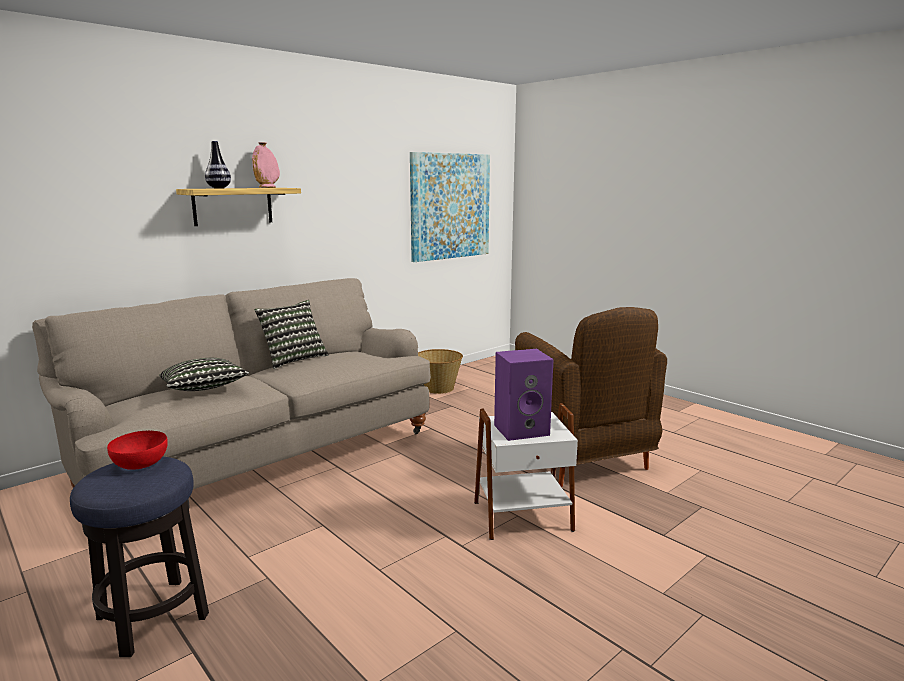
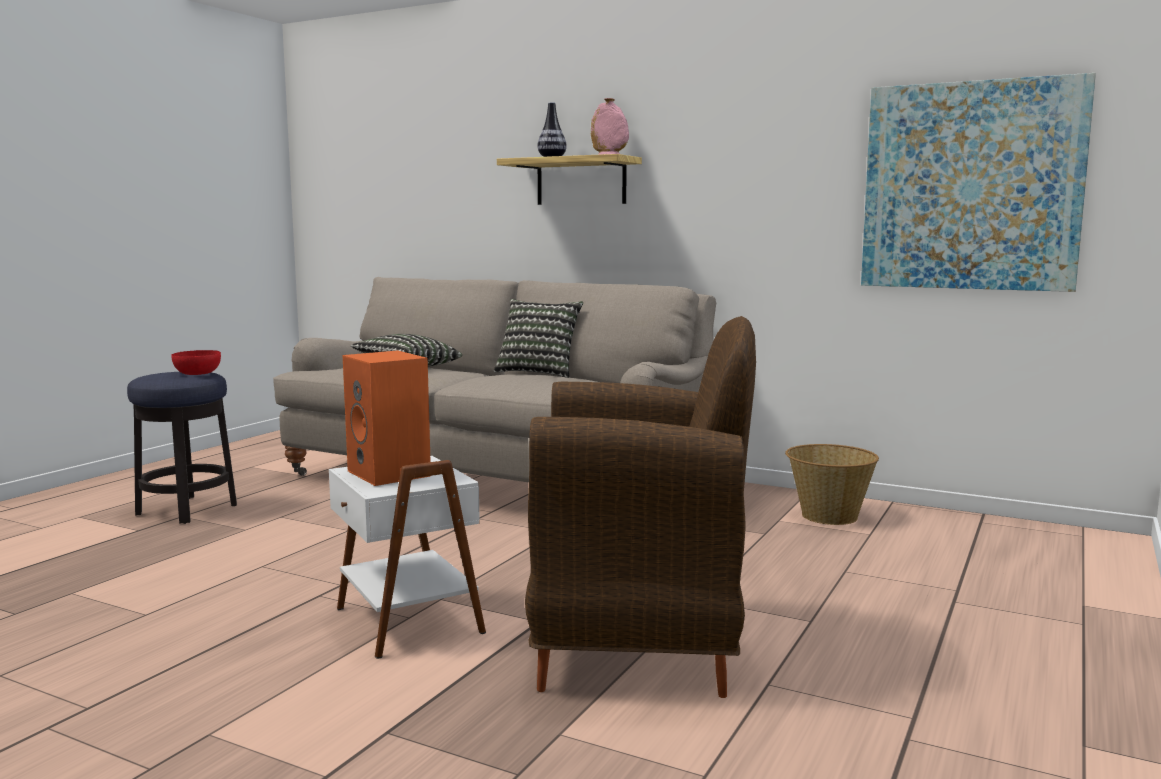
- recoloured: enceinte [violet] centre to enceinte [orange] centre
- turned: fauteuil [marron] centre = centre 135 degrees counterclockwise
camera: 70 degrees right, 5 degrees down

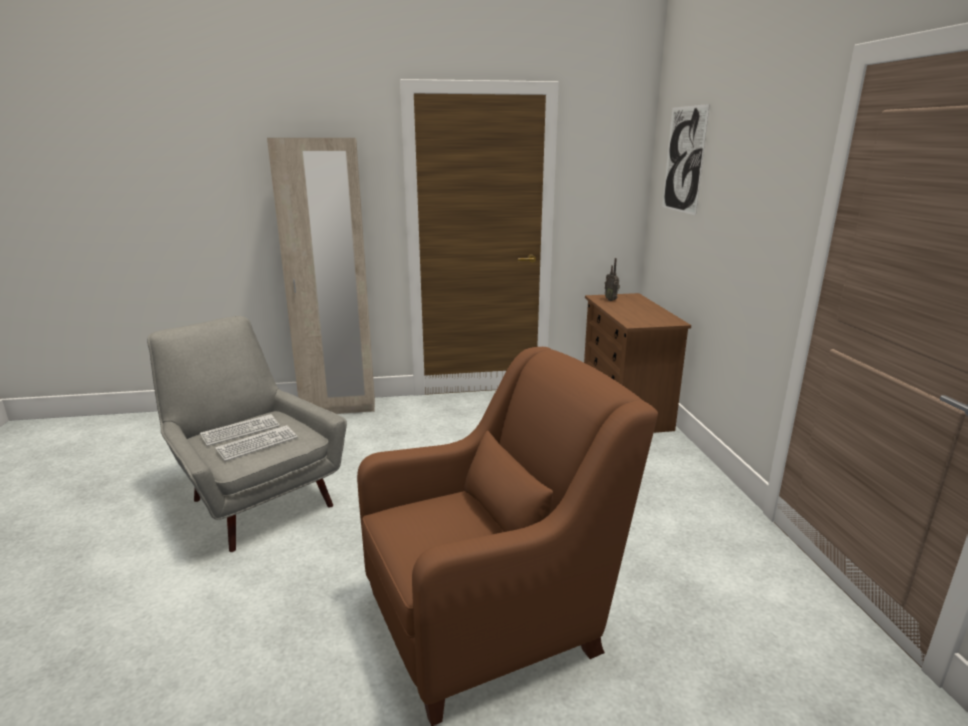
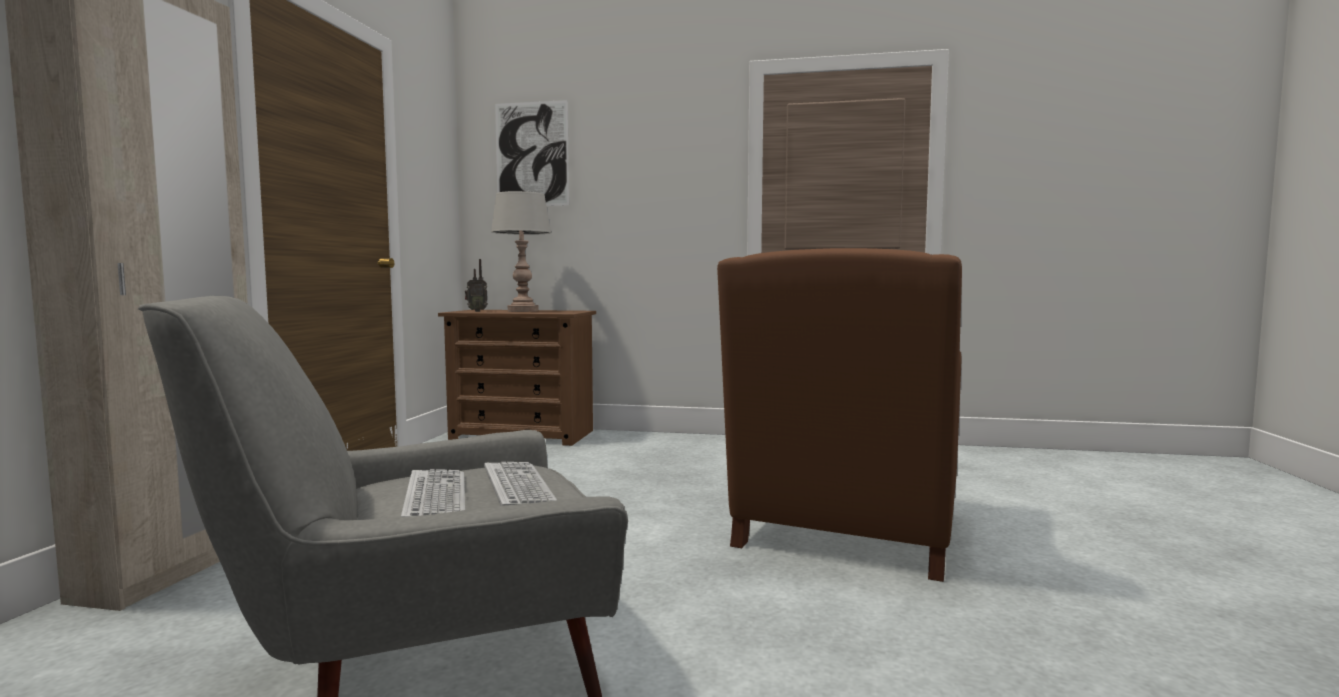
- added: lampe de table [gris] centre
- turned: fauteuil [marron] bottom centre = centre 150 degrees counterclockwise
camera: 70 degrees left, 15 degrees down

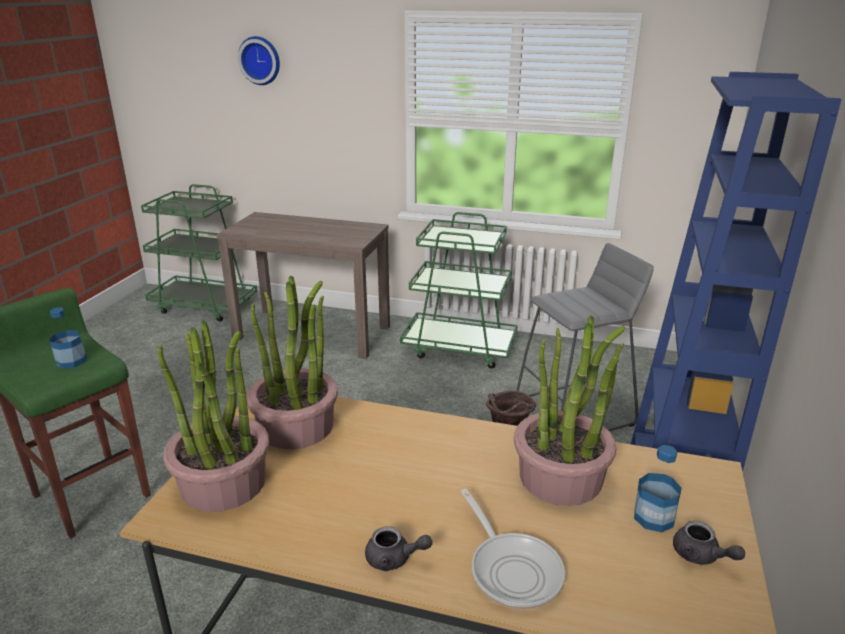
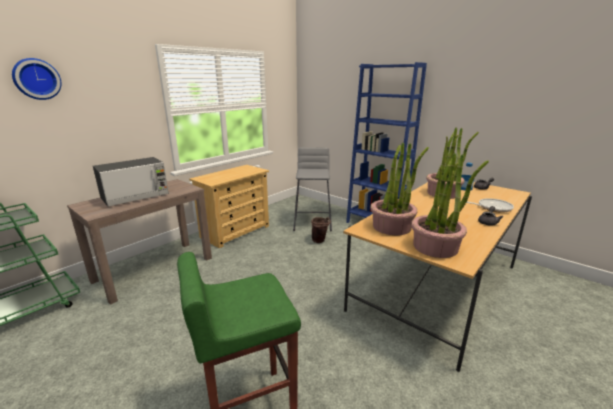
- added: micro-ondes middle left
- replaced: chariot [vert] (2nd from left) centre to commode [beige] centre
- removed: bouteille (1st from left) middle left
camera: 65 degrees left, 5 degrees down

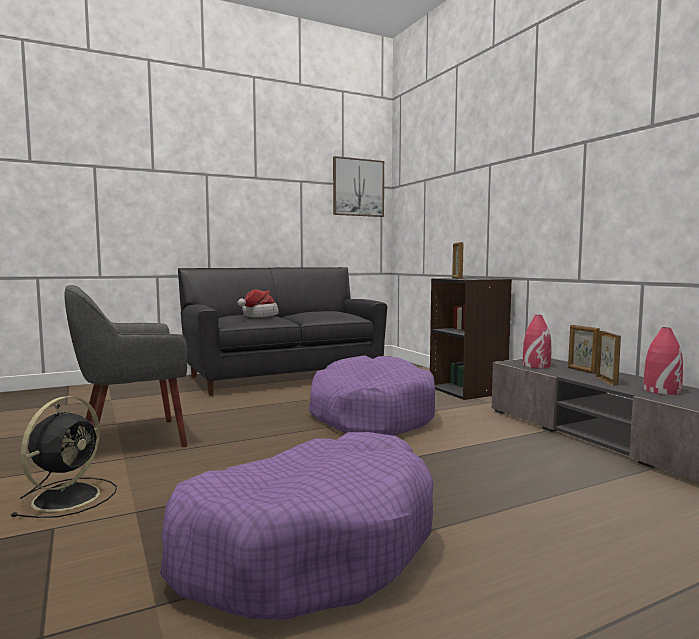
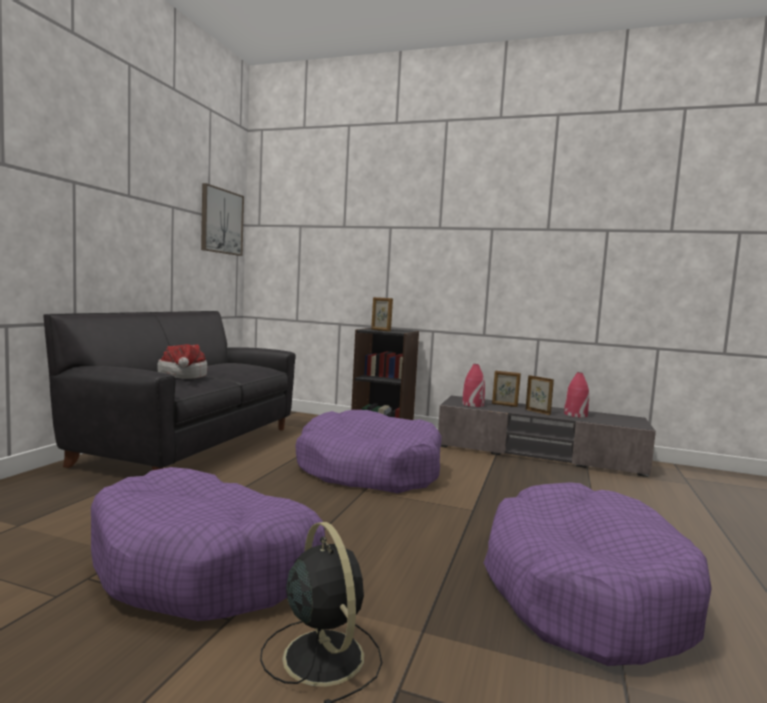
- replaced: fauteuil [gris] middle left to panier pour chien [violet] (1st from left) bottom left
camera: 45 degrees left, 0 degrees up

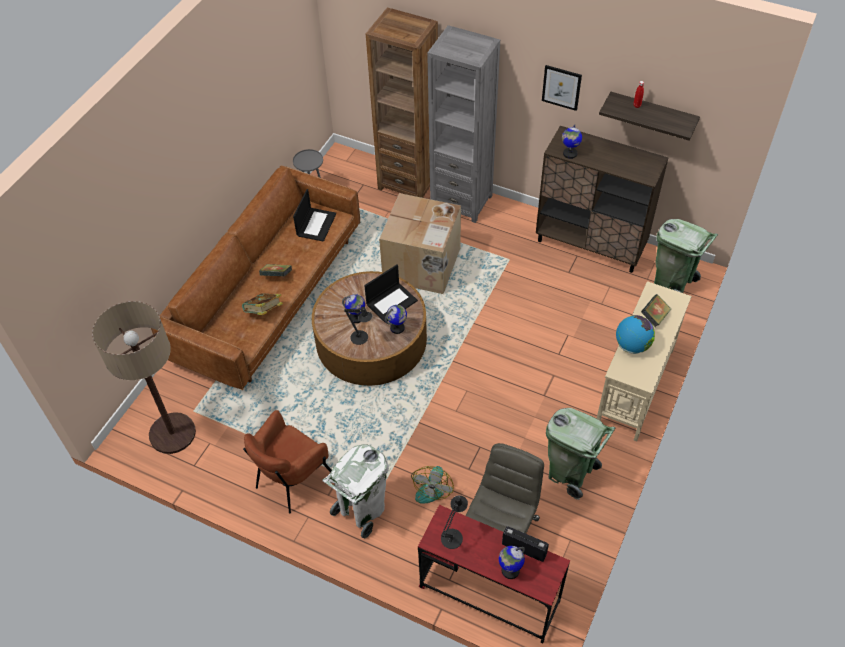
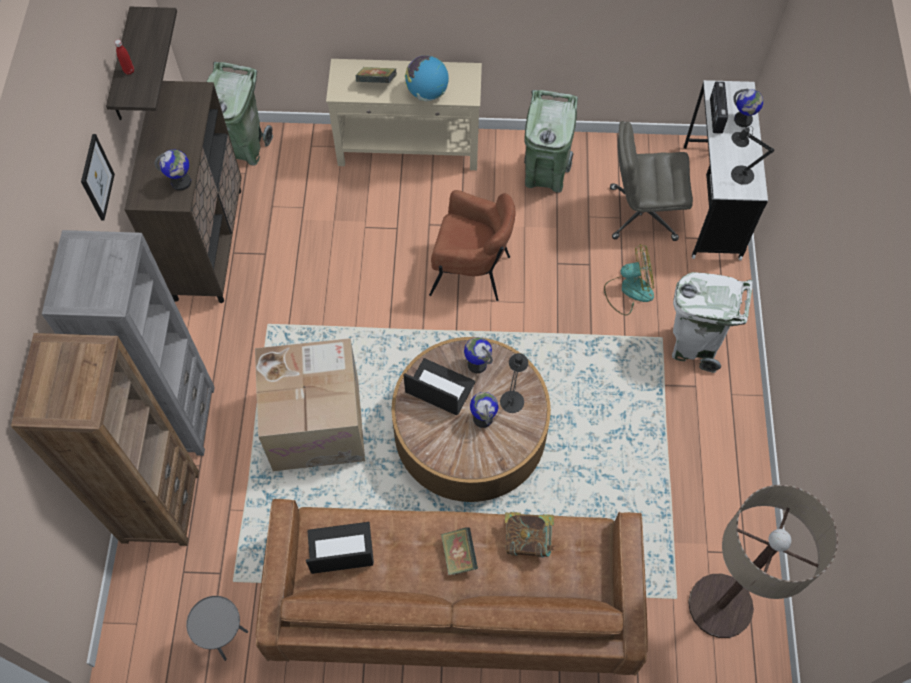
- moved: fauteuil [marron] bottom centre to centre
- recoloured: bureau [rouge] bottom centre to bureau [blanc] top right
camera: 115 degrees left, 10 degrees up

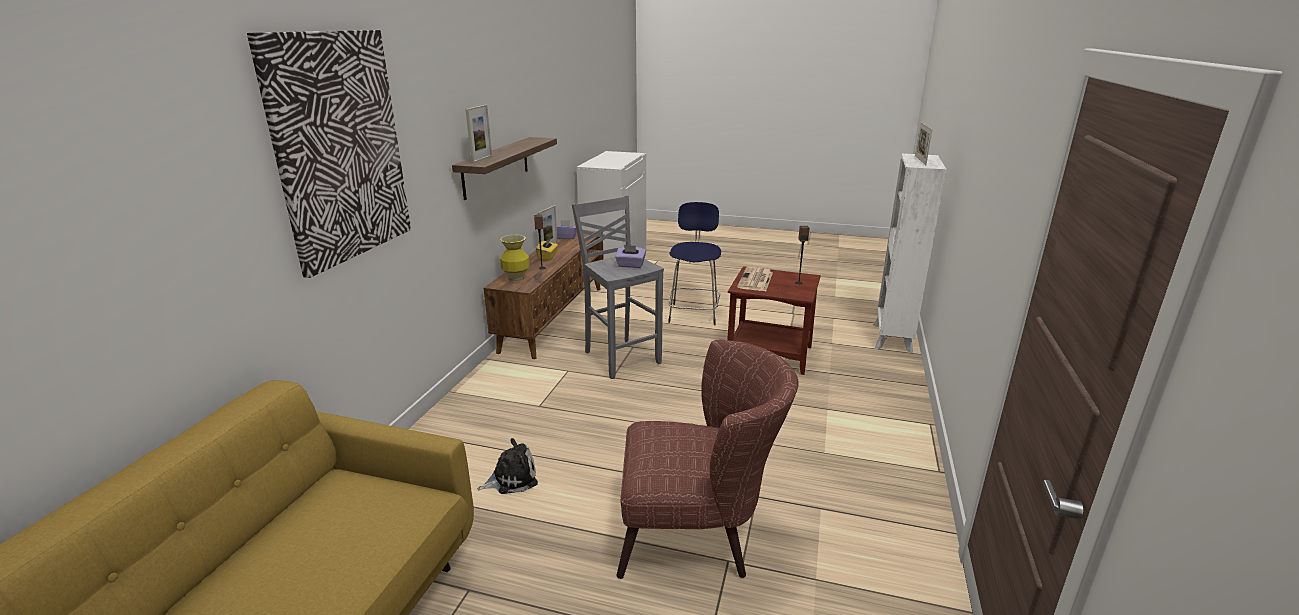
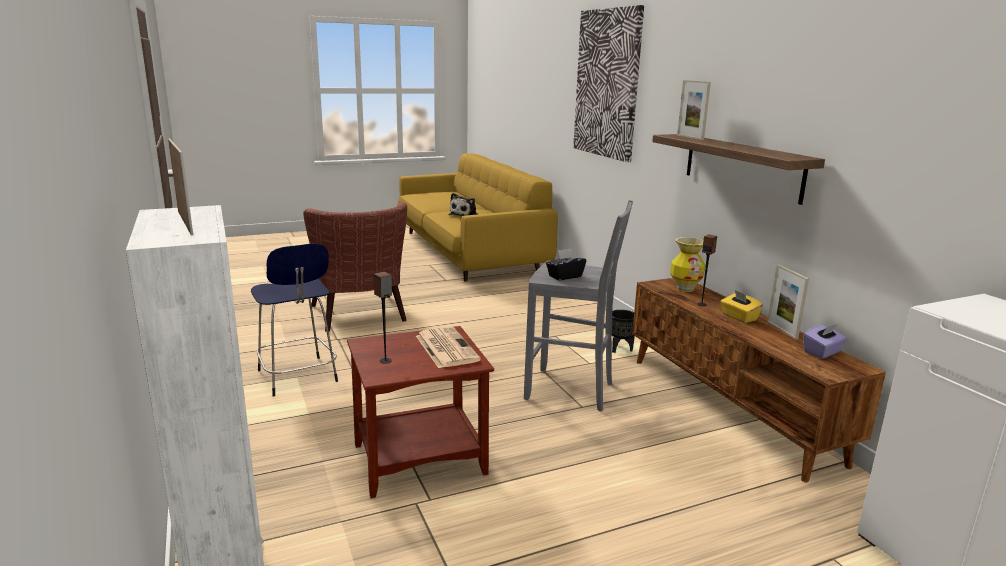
- moved: tabouret [bleu] centre to middle left
- turned: fauteuil [marron] bottom centre = centre 75 degrees counterclockwise
- moved: peluche bottom centre to centre
- recoloured: boîte à mouchoirs [violet] (2nd from left) centre to boîte à mouchoirs [noir] centre
- added: cache-pot [noir] centre
camera: 140 degrees right, 5 degrees down

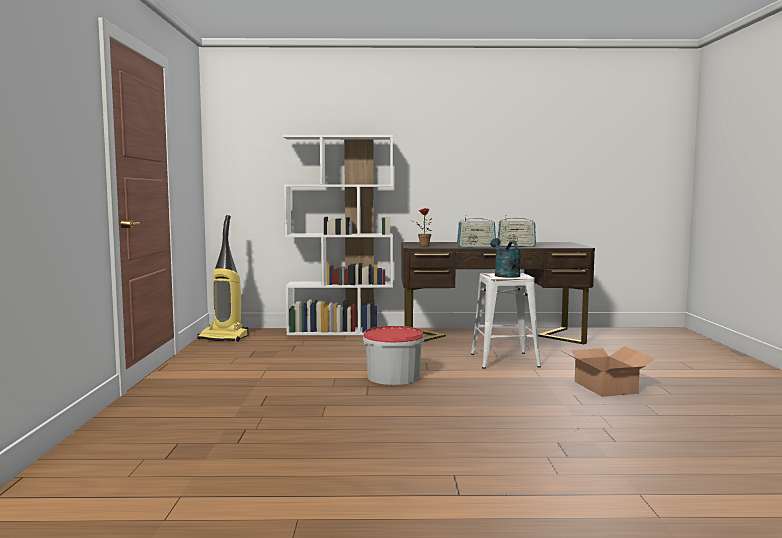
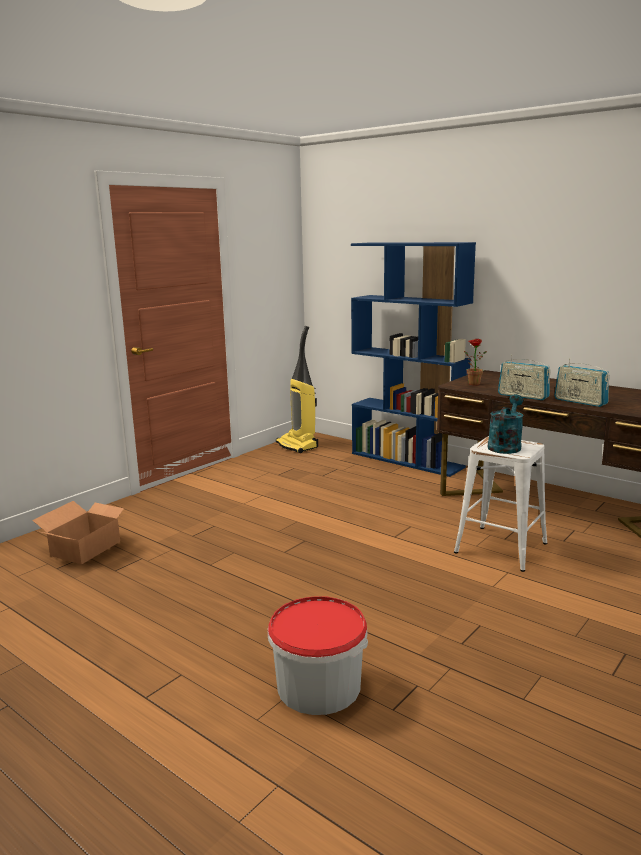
- moved: carton bottom right to middle left
- moved: seau centre to bottom centre
- recoloured: bibliothèque [blanc] centre to bibliothèque [bleu] centre
camera: 40 degrees right, 10 degrees up

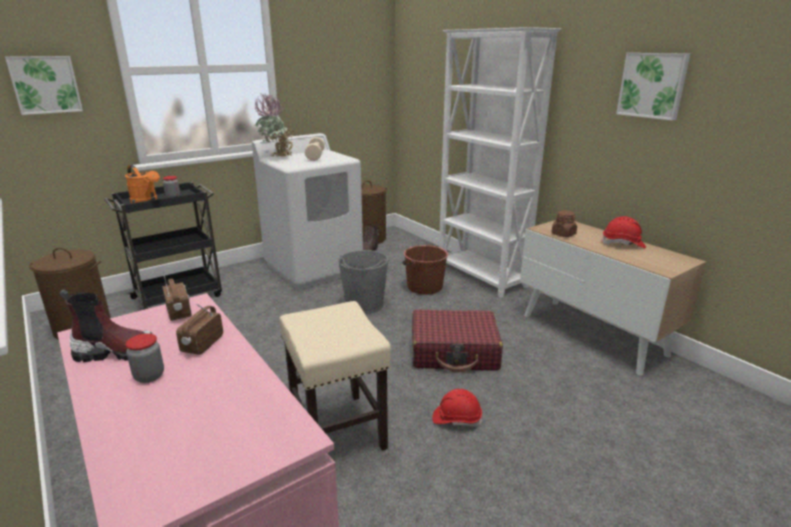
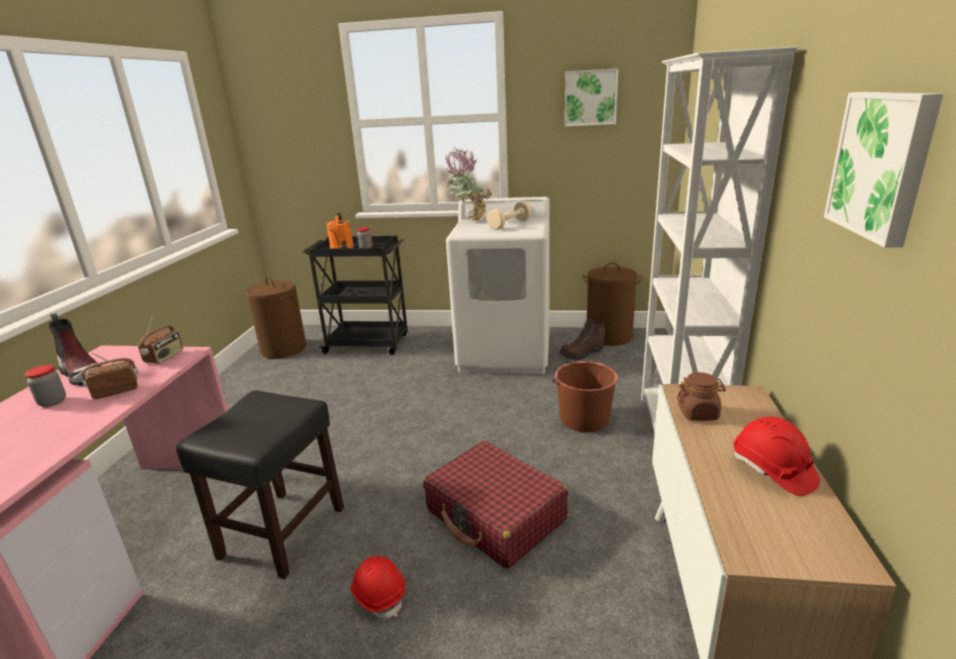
- recoloured: tabouret [beige] bottom centre to tabouret [noir] bottom left
- moved: tableau (1st from left) top left to top centre
- removed: seau [gris] centre
camera: 45 degrees right, 0 degrees up

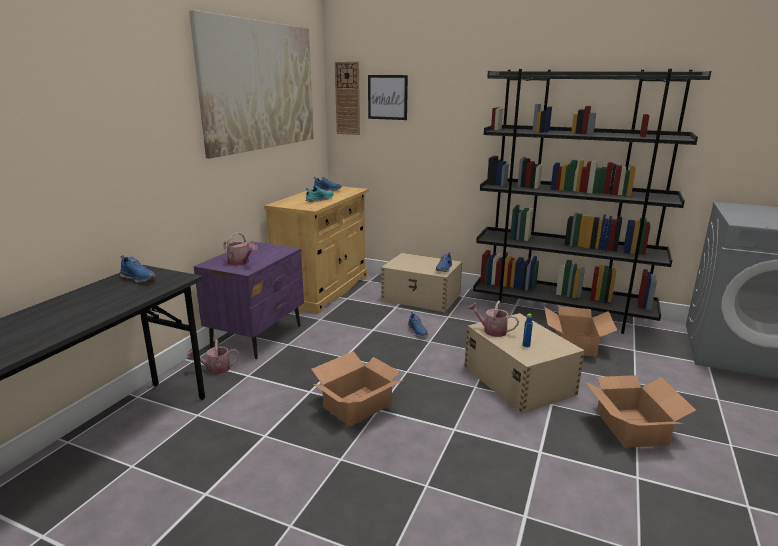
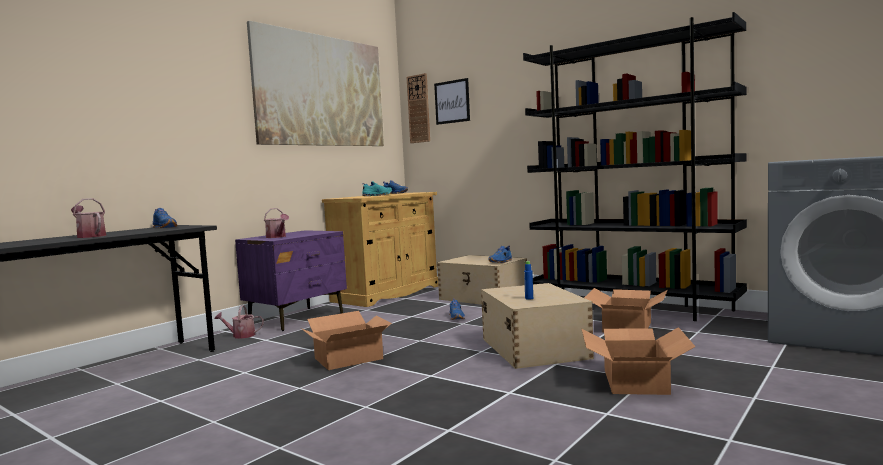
- moved: arrosoir (3rd from left in the first image) centre to arrosoir (1st from left) middle left
camera: 15 degrees right, 15 degrees down

